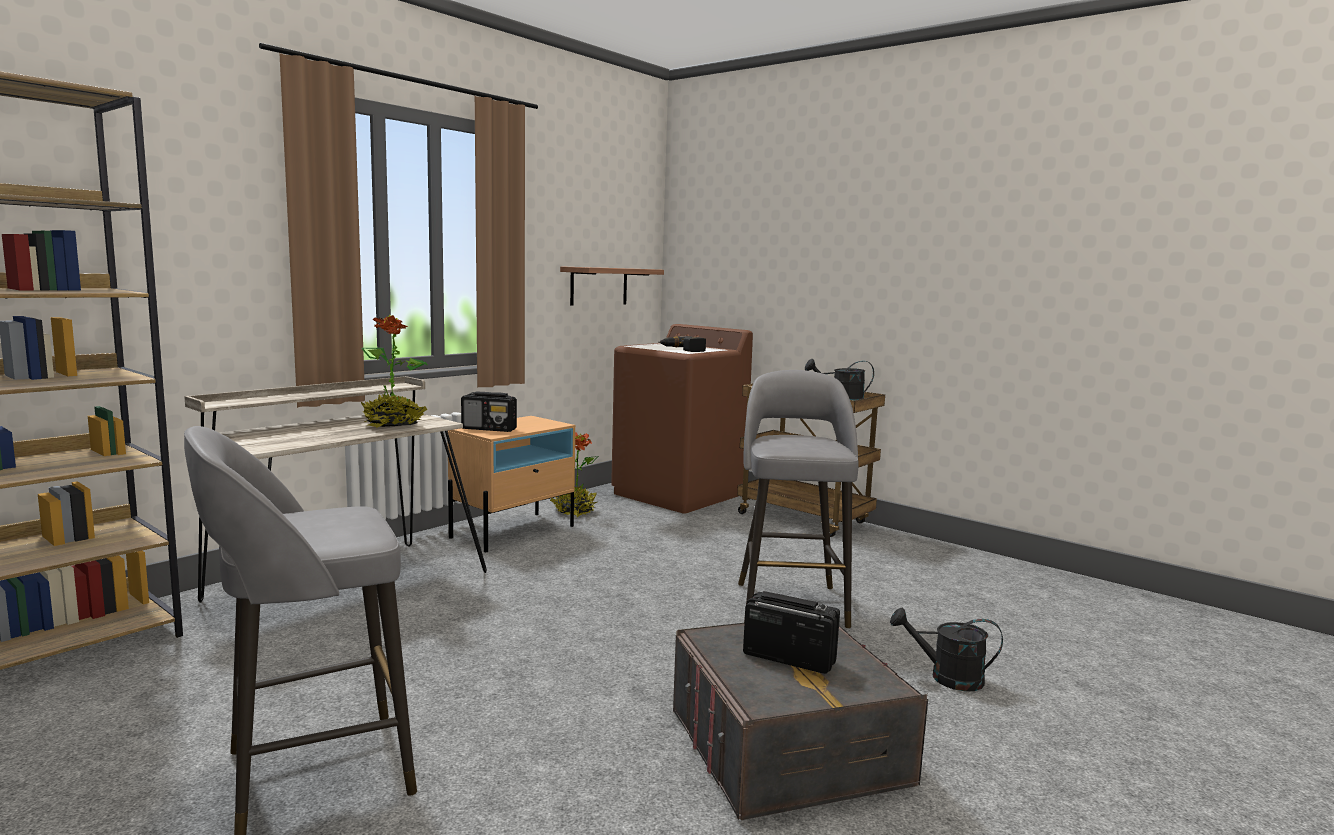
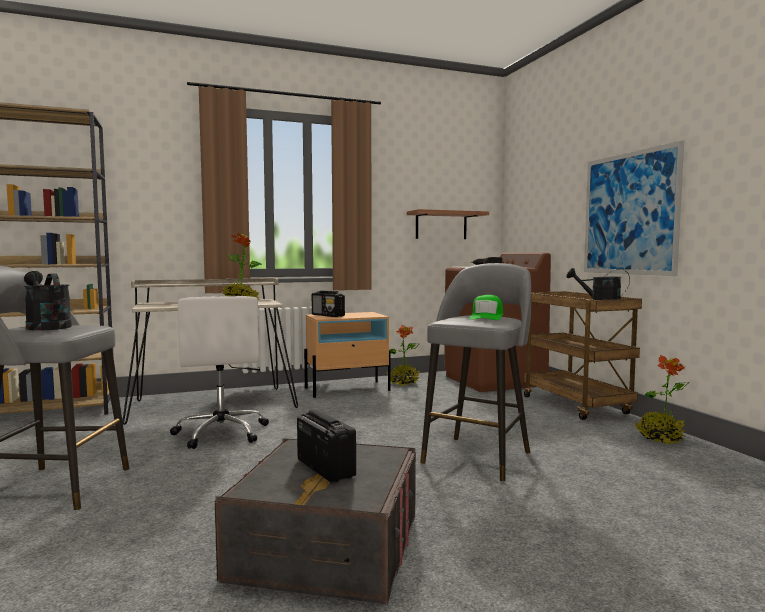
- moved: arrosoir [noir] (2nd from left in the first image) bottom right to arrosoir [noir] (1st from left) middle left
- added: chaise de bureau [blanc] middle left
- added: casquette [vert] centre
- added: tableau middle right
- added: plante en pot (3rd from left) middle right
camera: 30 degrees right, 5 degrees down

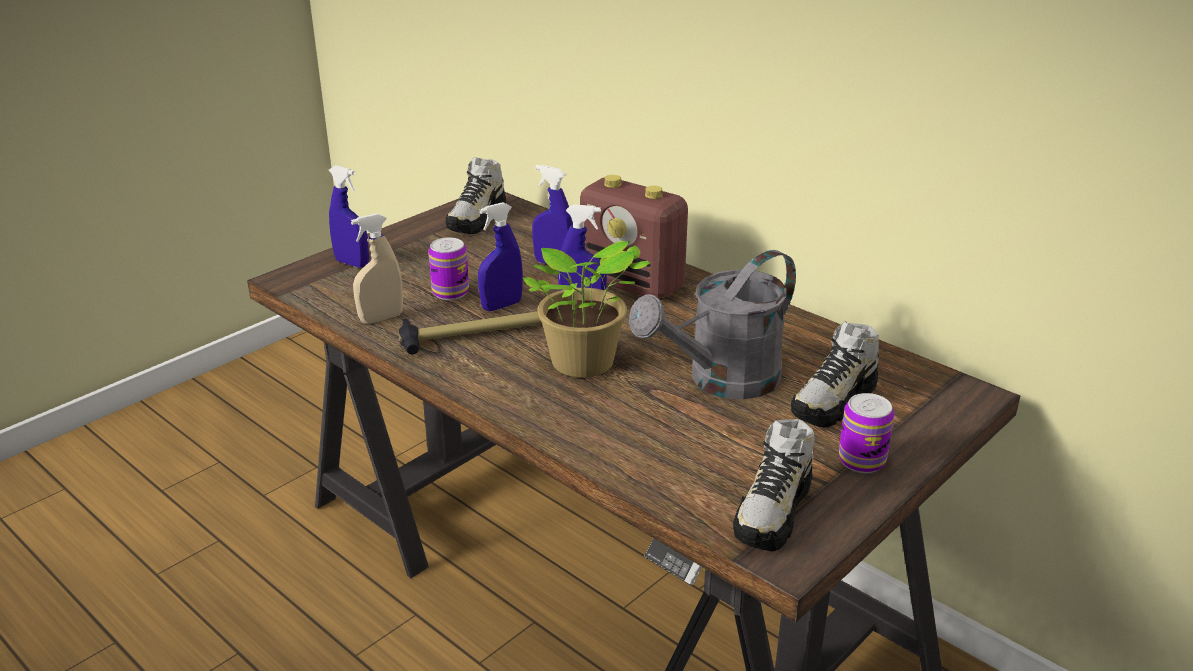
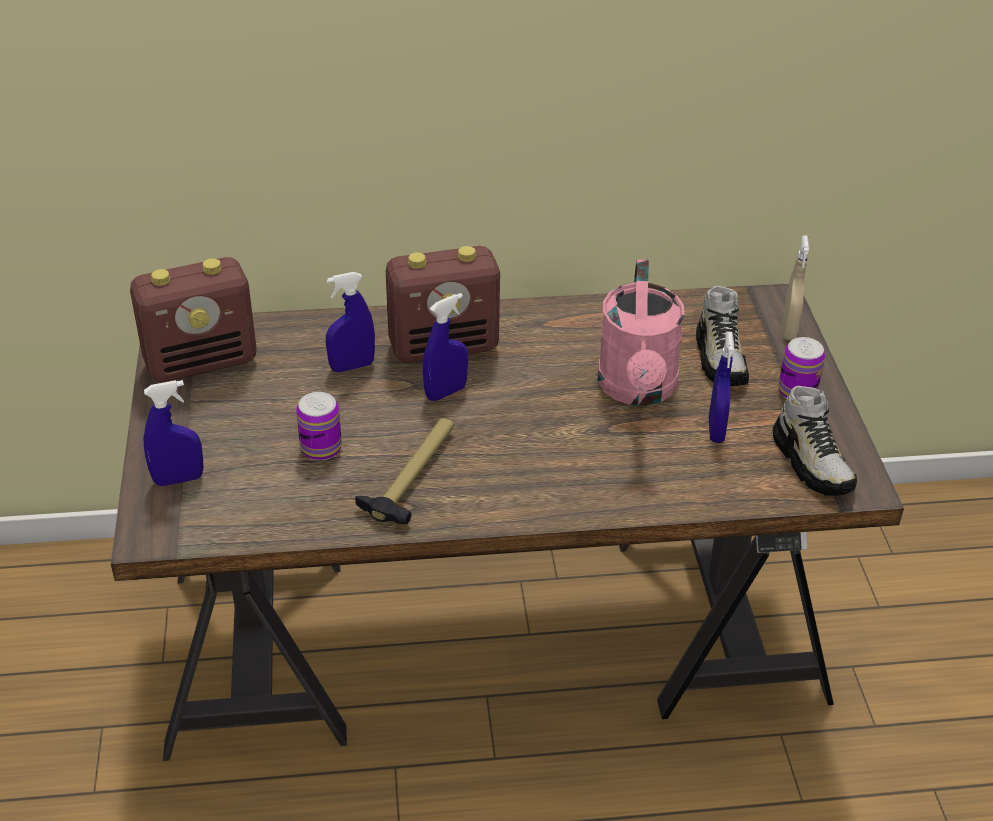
- replaced: chaussure (1st from left) top centre to radio (1st from left) middle left
- recoloured: arrosoir [gris] centre to arrosoir [rose] centre
- moved: vaporisateur [bleu] (2nd from left in the first image) centre to vaporisateur [bleu] (4th from left) middle right
- moved: vaporisateur [beige] middle left to middle right
- removed: plante en pot centre
camera: 50 degrees left, 10 degrees up

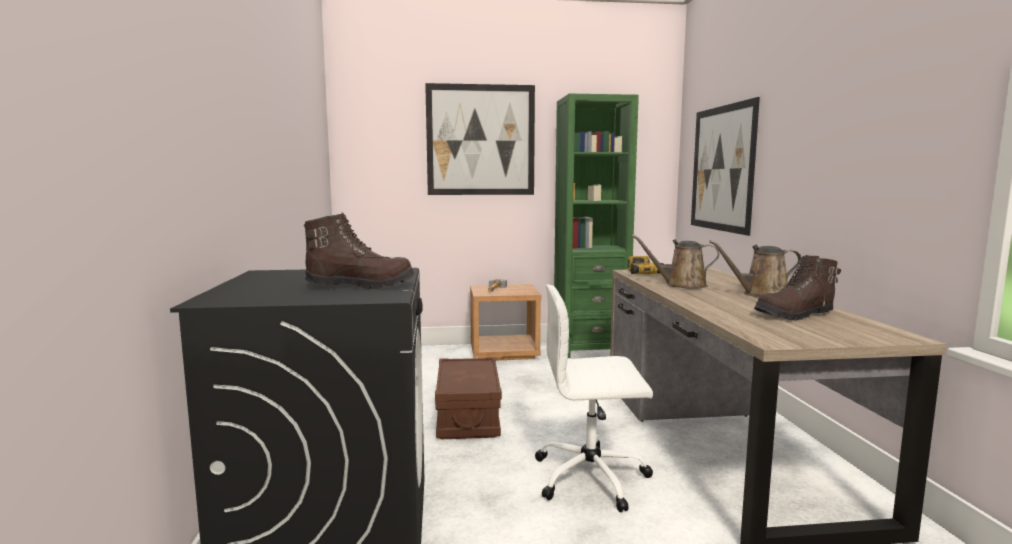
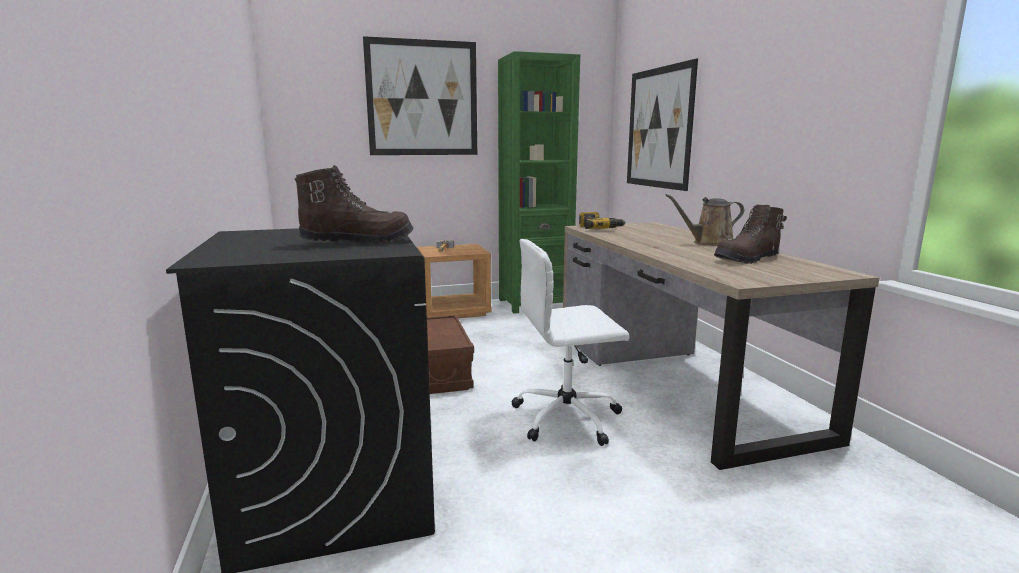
- removed: arrosoir [marron] (1st from left) middle right
camera: 10 degrees left, 5 degrees up

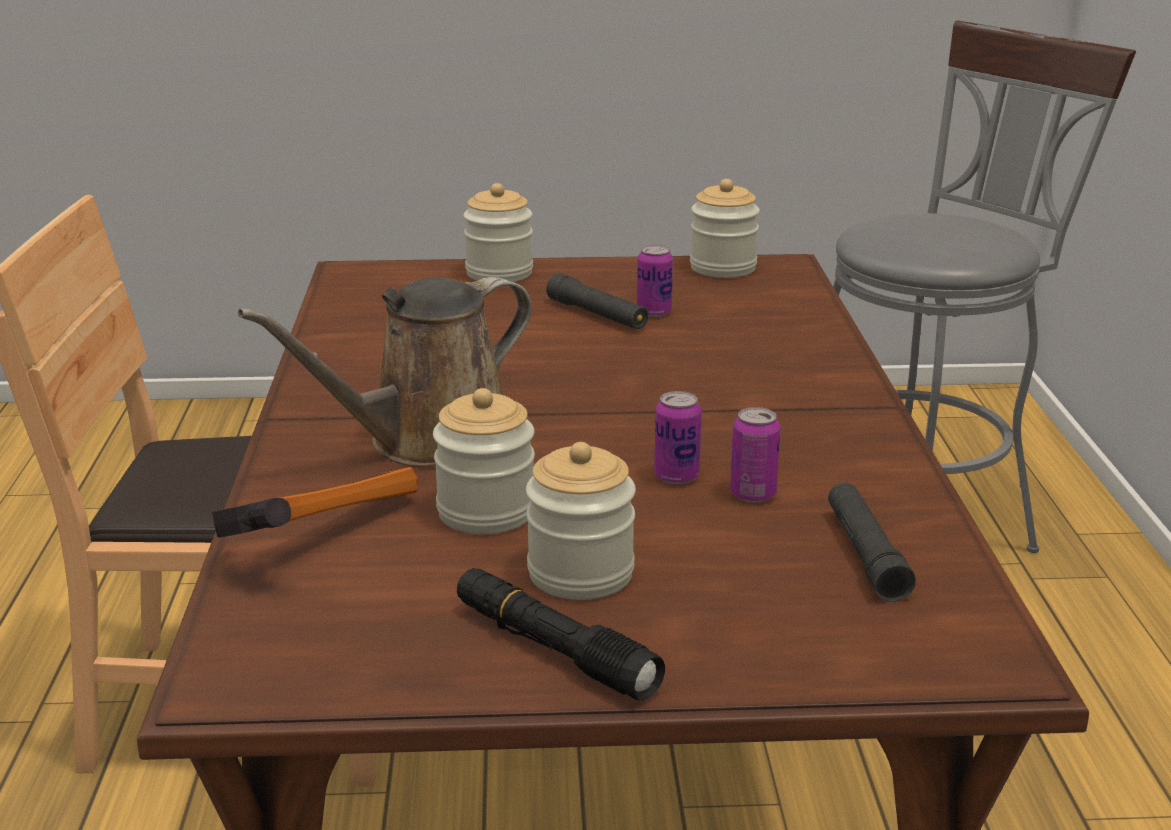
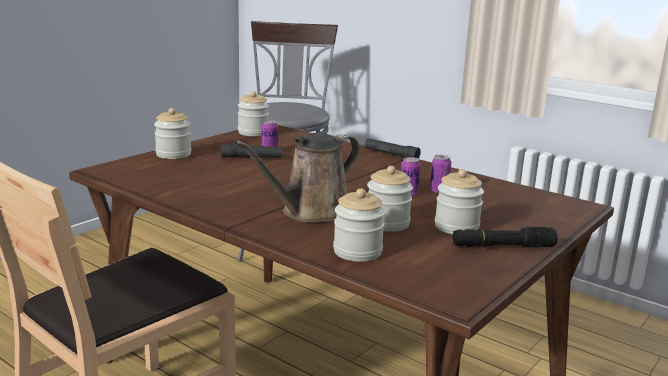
- turned: arrosoir [marron] middle left = centre 45 degrees clockwise
- replaced: marteau middle left to bocal (3rd from left) centre
- moved: lampe de poche [noir] (3rd from left in the first image) middle right to lampe de poche [noir] (2nd from left) centre
camera: 50 degrees left, 5 degrees down

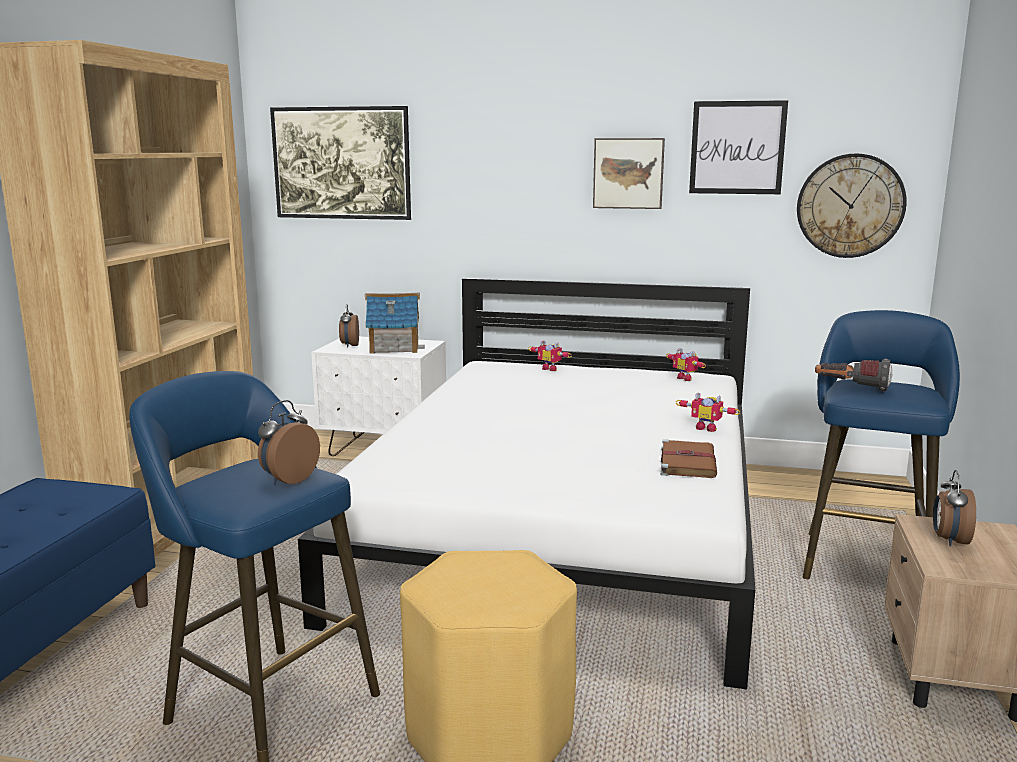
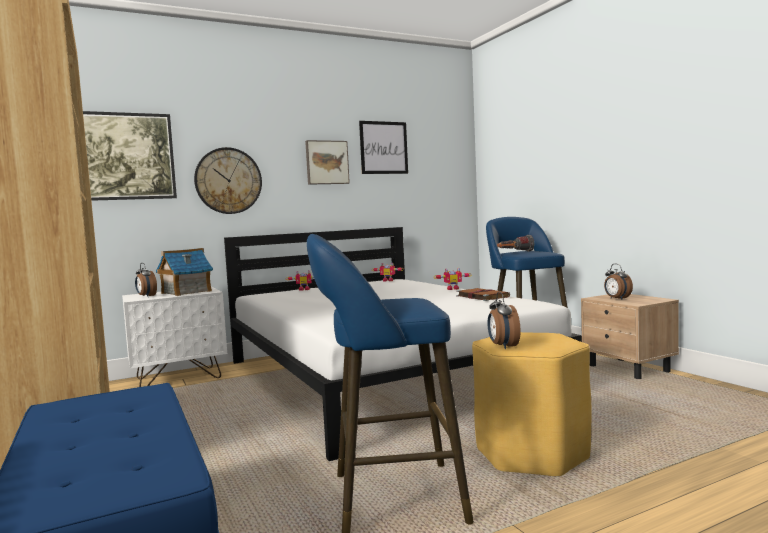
- moved: horloge murale top right to middle left
- moved: réveil (1st from left in the first image) middle left to réveil (2nd from left) centre
camera: 40 degrees left, 10 degrees down

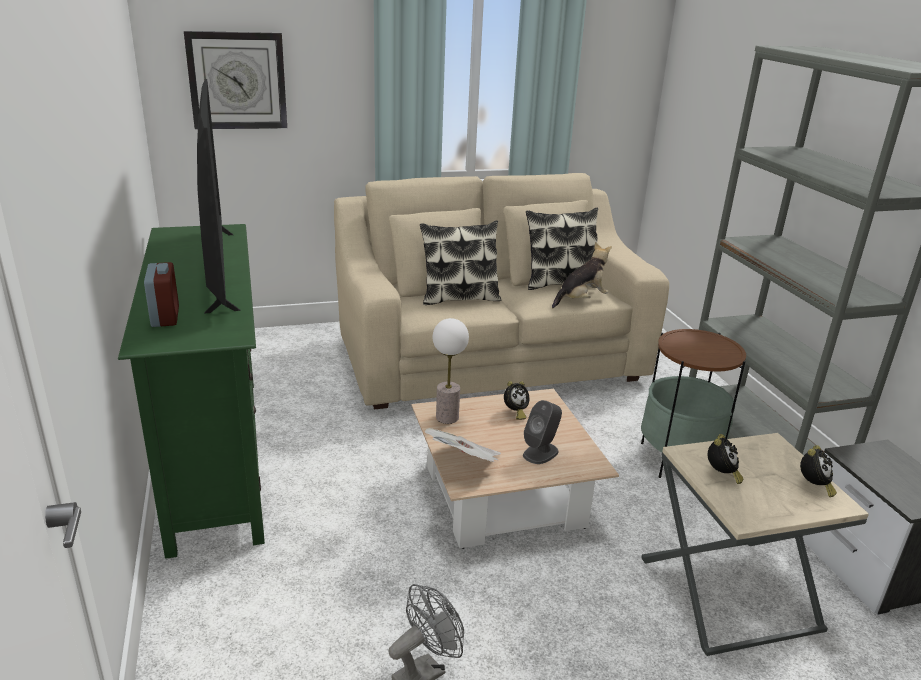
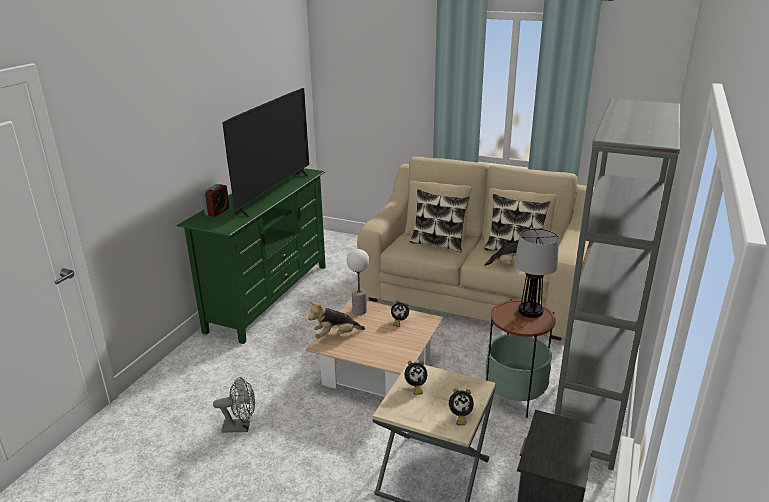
- replaced: journal centre to peluche (1st from left) centre
- added: lampe de table (2nd from left) middle right
- removed: horloge murale top left
- removed: enceinte [gris] centre
camera: 40 degrees right, 0 degrees up

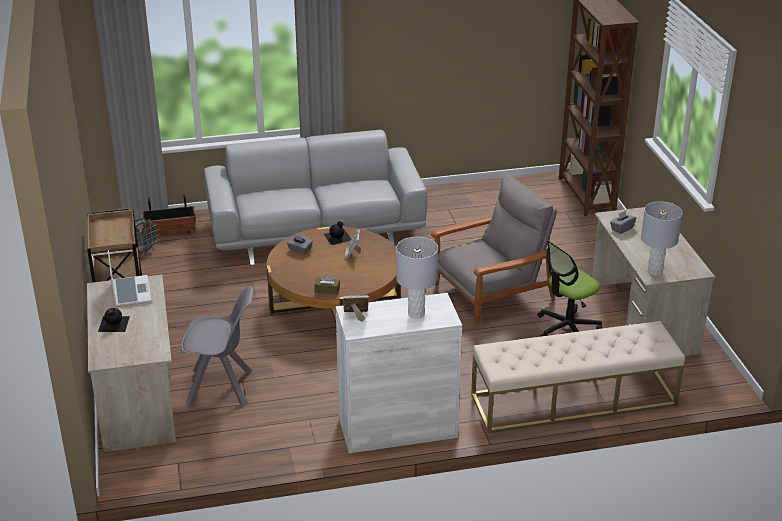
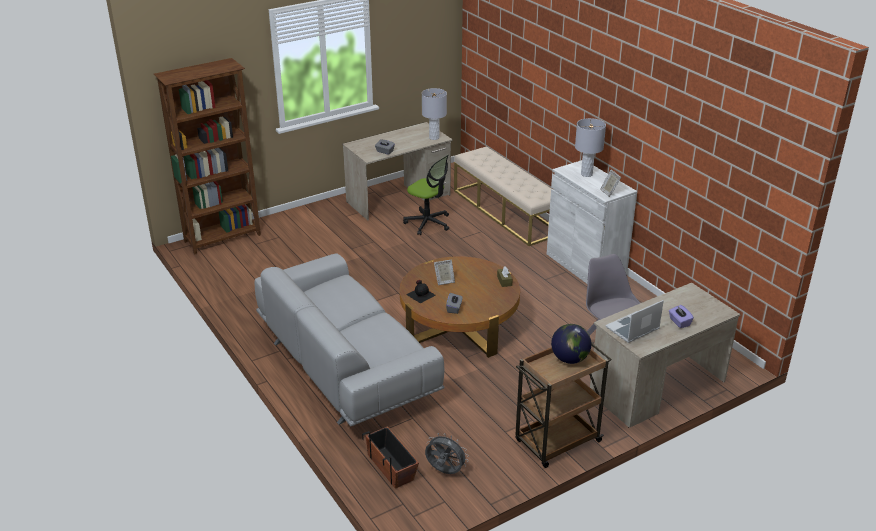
- added: globe centre
- replaced: bouteille [noir] (1st from left) middle left to boîte à mouchoirs [violet] middle right
- removed: fauteuil [gris] centre
camera: 110 degrees left, 0 degrees up

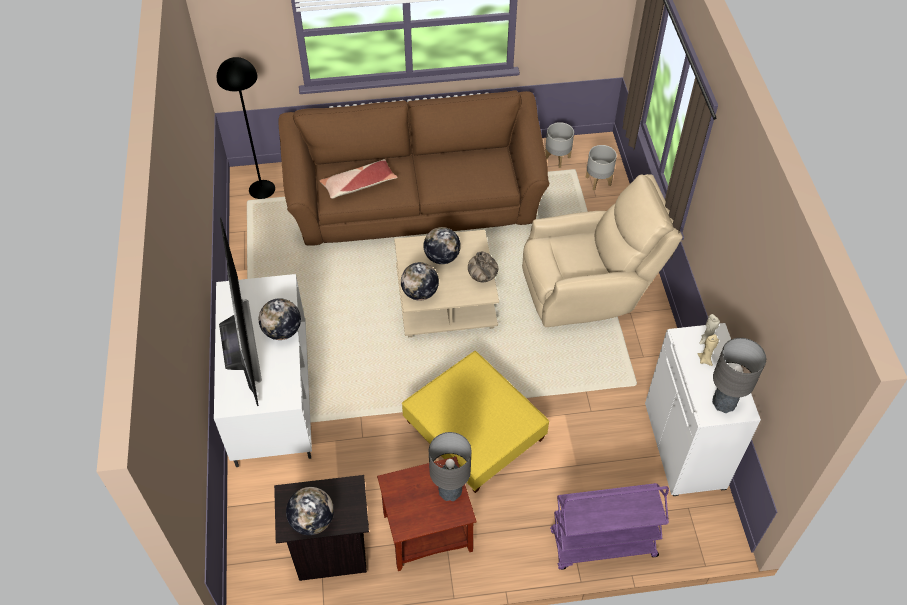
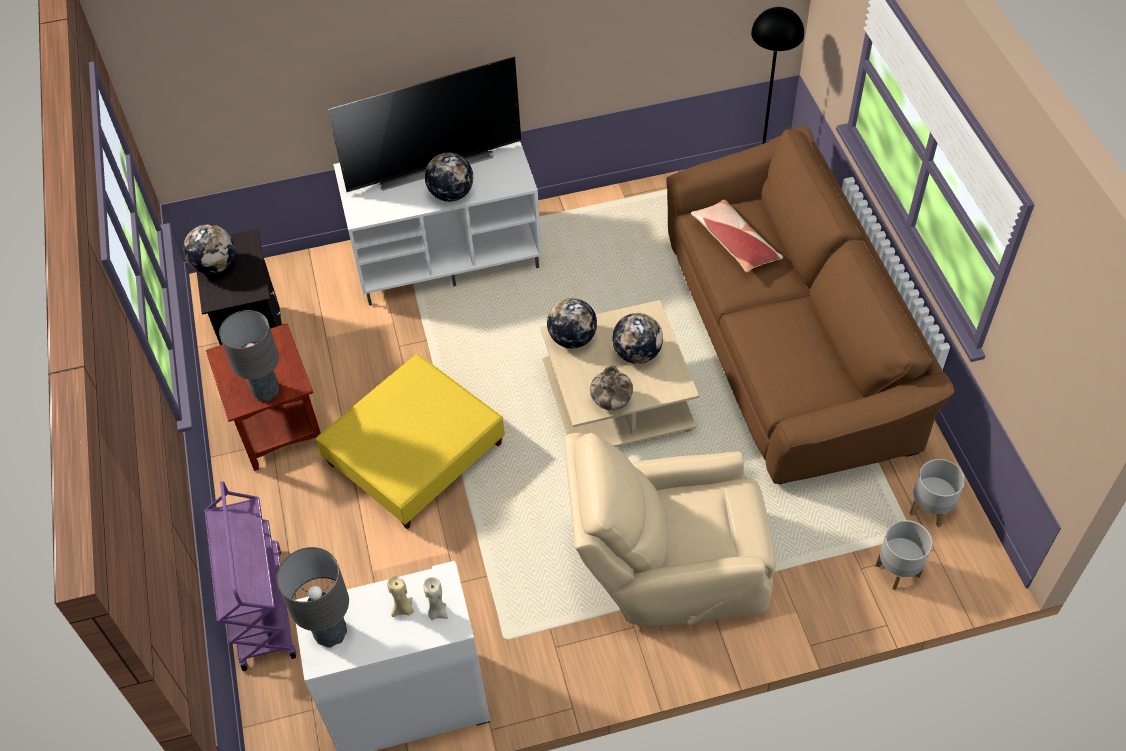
- turned: fauteuil [beige] centre = bottom centre 105 degrees clockwise
camera: 85 degrees right, 0 degrees up

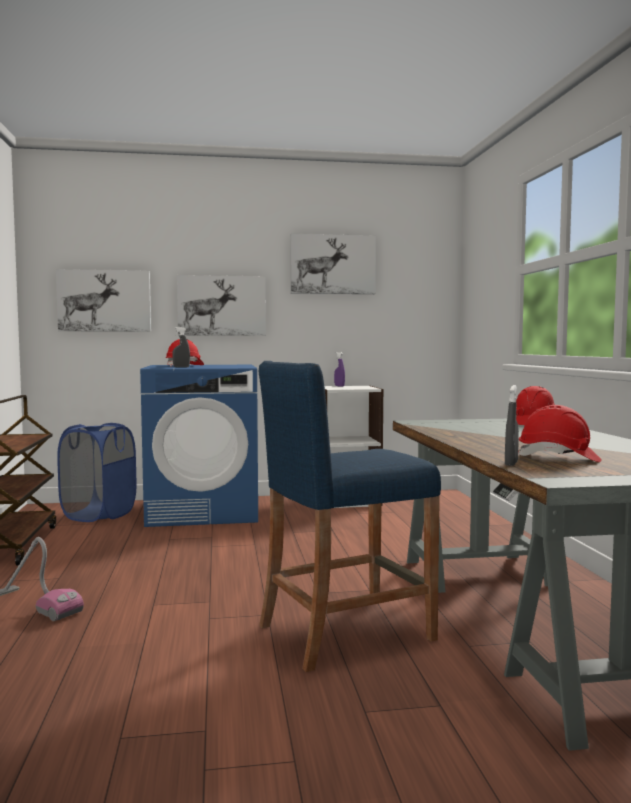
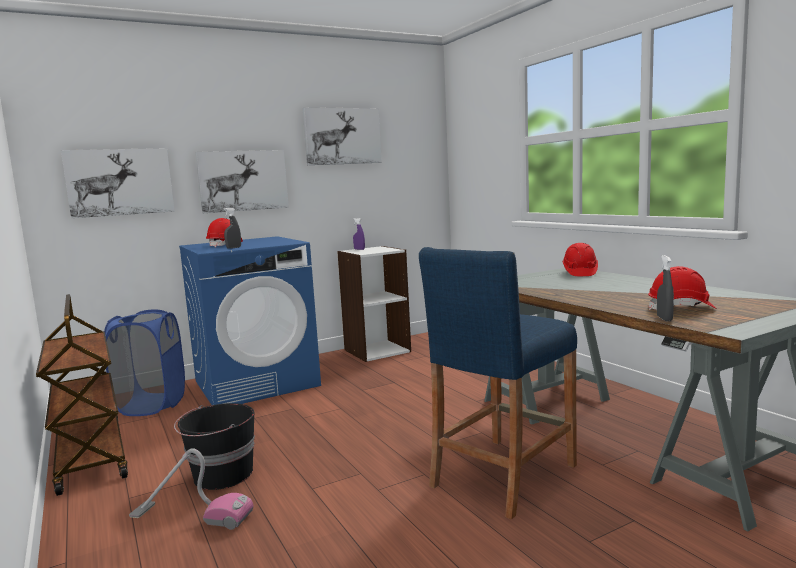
- added: seau [noir] bottom left
camera: 20 degrees left, 5 degrees up

